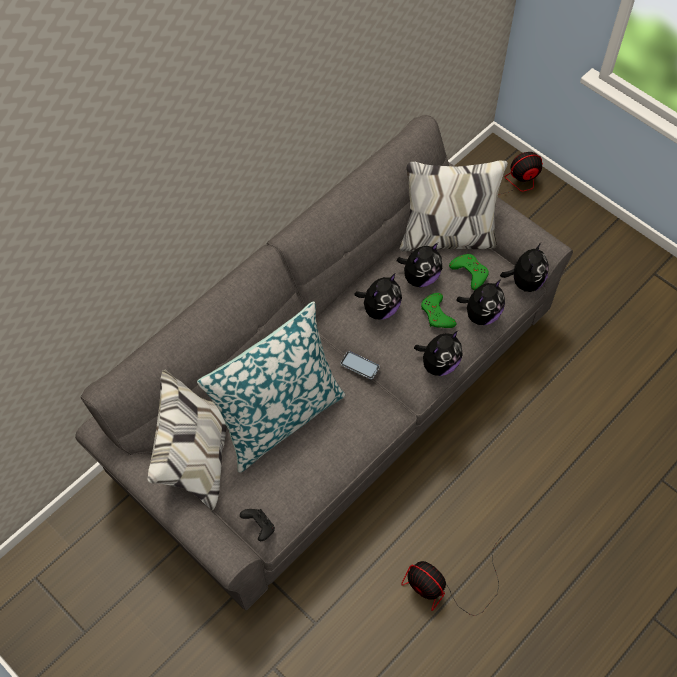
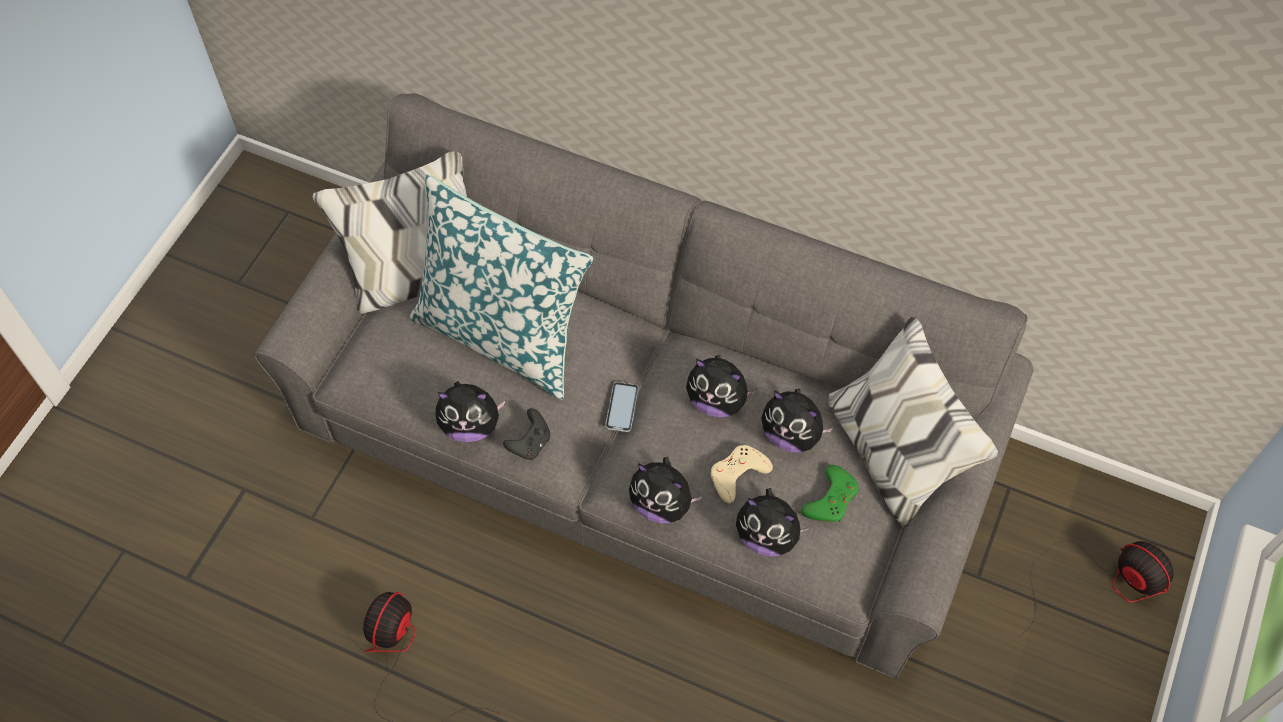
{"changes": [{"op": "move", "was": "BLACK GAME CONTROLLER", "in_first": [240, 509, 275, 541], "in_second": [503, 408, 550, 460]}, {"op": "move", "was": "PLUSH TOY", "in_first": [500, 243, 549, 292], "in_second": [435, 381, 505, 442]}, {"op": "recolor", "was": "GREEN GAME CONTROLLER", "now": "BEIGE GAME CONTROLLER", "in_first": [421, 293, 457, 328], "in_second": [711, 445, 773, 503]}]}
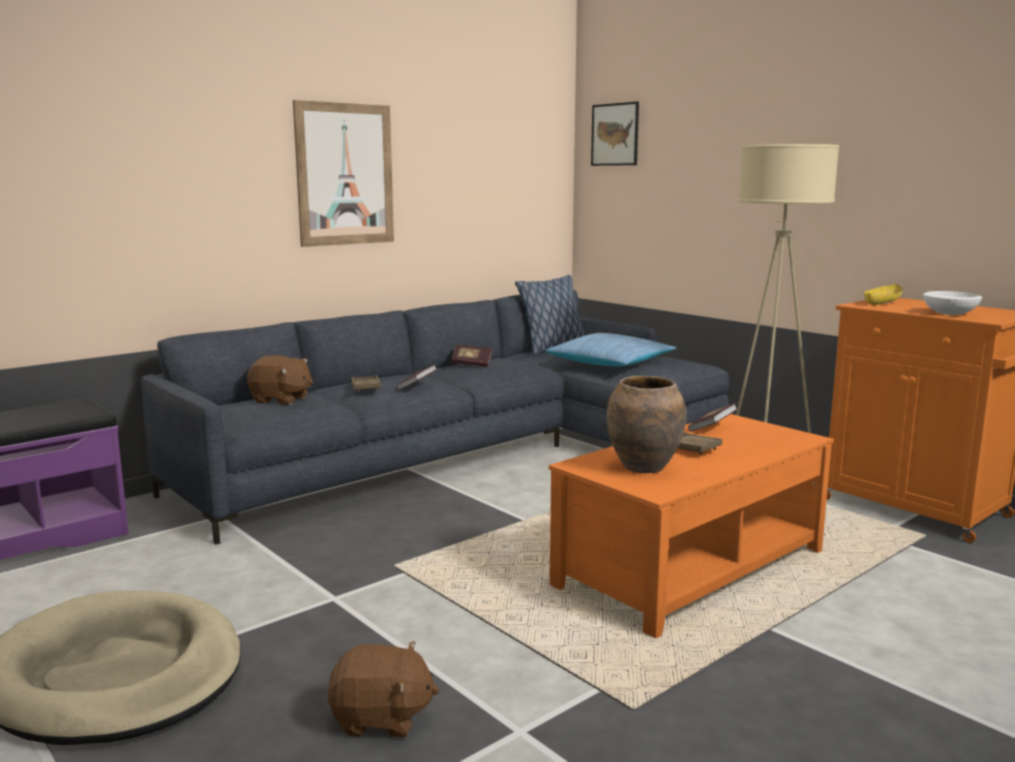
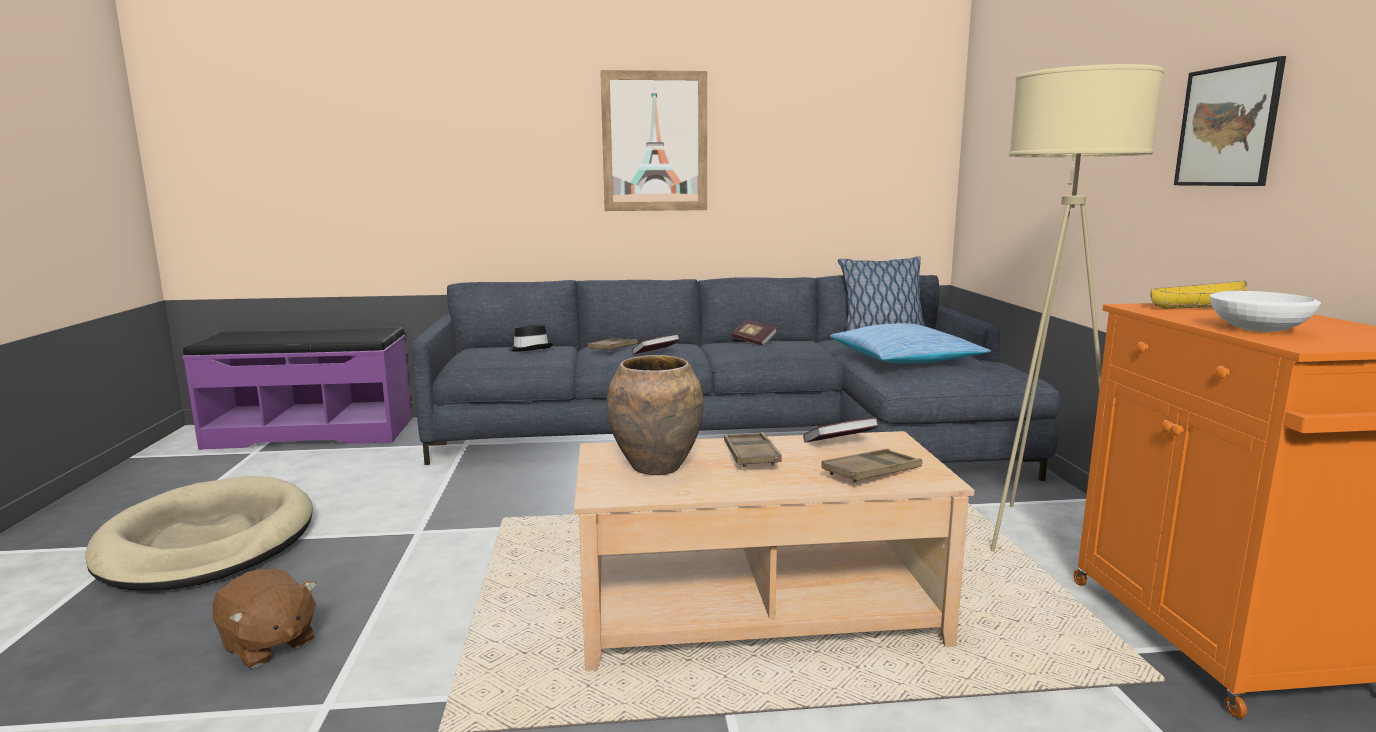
{"changes": [{"op": "insert", "now": "BROWN TRAY", "in_second": [821, 449, 922, 484]}, {"op": "move", "was": "PICTURE", "in_first": [591, 102, 639, 166], "in_second": [1174, 56, 1286, 186]}, {"op": "replace", "was": "BROWN PLUSH TOY", "now": "BLACK HAT", "in_first": [247, 355, 313, 405], "in_second": [507, 325, 553, 352]}, {"op": "recolor", "was": "ORANGE COFFEE TABLE", "now": "BEIGE COFFEE TABLE", "in_first": [549, 414, 834, 639], "in_second": [574, 431, 974, 671]}]}
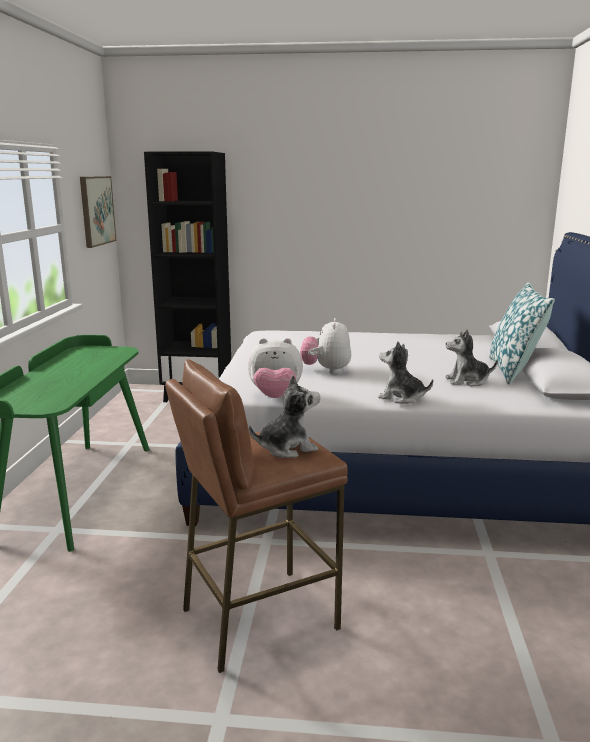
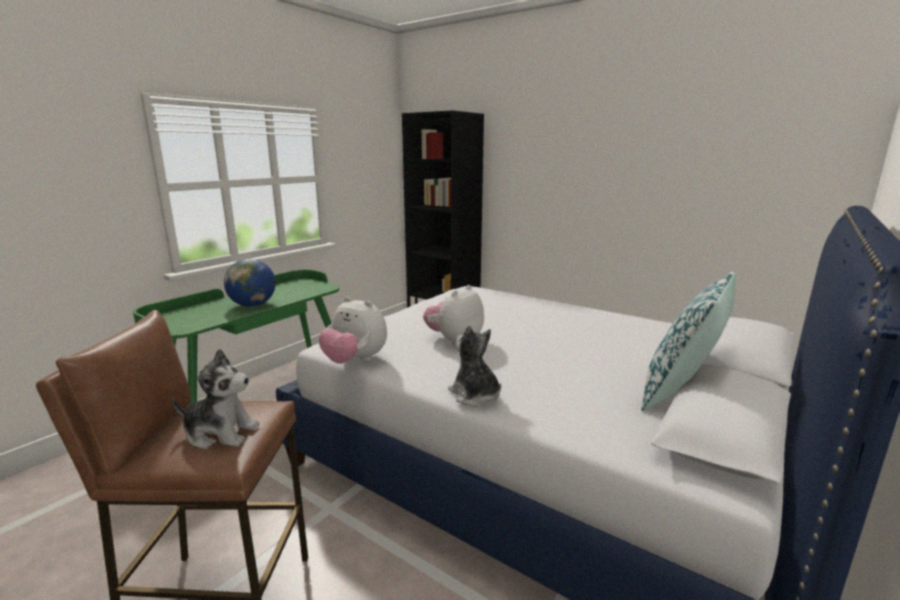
{"changes": [{"op": "delete", "was": "PICTURE", "in_first": [80, 176, 116, 248]}, {"op": "delete", "was": "PLUSH TOY", "in_first": [445, 329, 497, 387]}, {"op": "insert", "now": "GLOBE", "in_second": [224, 259, 276, 307]}]}
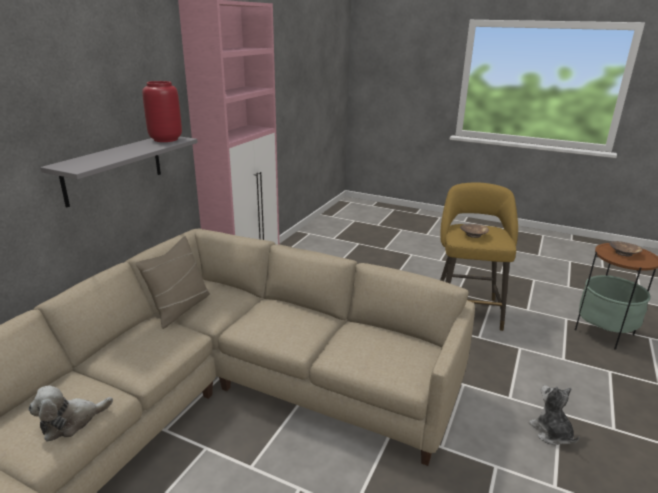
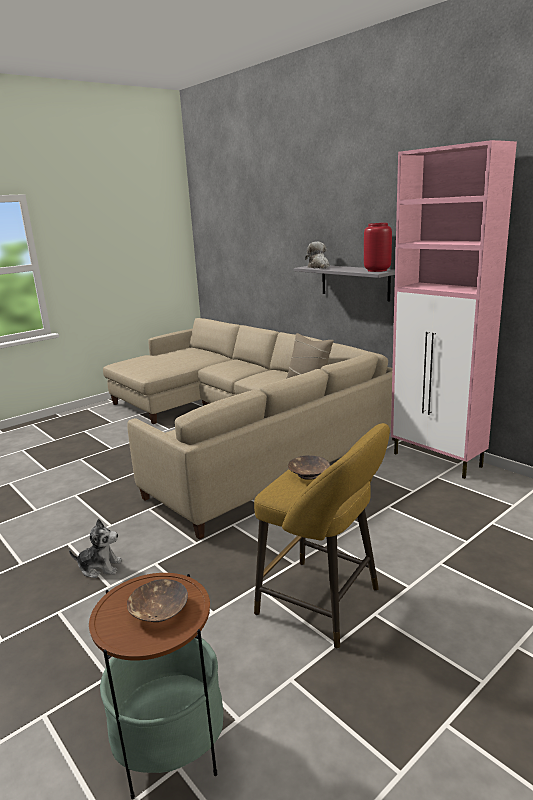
{"changes": [{"op": "move", "was": "PLUSH TOY", "in_first": [28, 385, 113, 441], "in_second": [305, 242, 330, 269]}]}
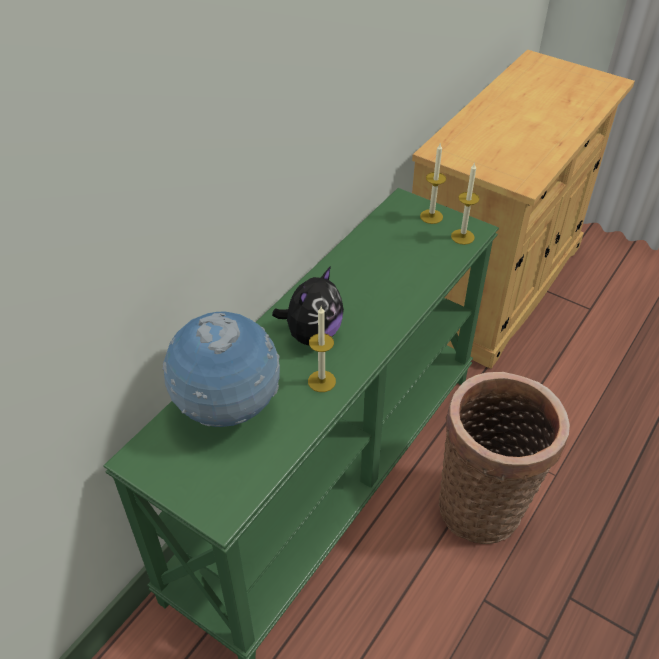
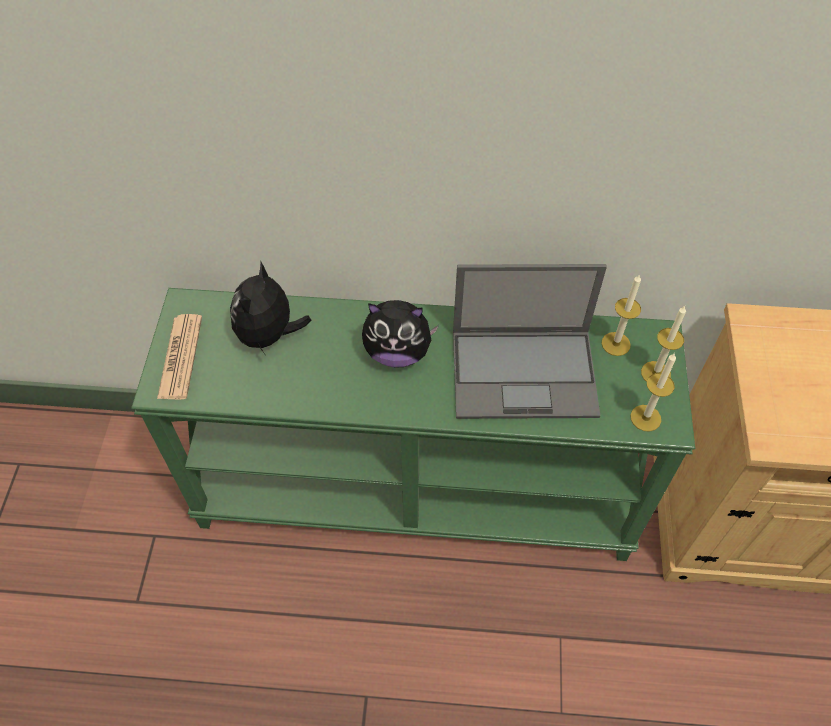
{"changes": [{"op": "delete", "was": "BASKET", "in_first": [439, 372, 570, 544]}, {"op": "insert", "now": "NEWSPAPER", "in_second": [157, 314, 202, 400]}, {"op": "insert", "now": "LAPTOP", "in_second": [453, 264, 607, 419]}, {"op": "move", "was": "CANDLE", "in_first": [308, 307, 336, 392], "in_second": [601, 274, 641, 356]}, {"op": "replace", "was": "GLOBE", "now": "PLUSH TOY", "in_first": [162, 312, 280, 427], "in_second": [230, 262, 312, 356]}]}
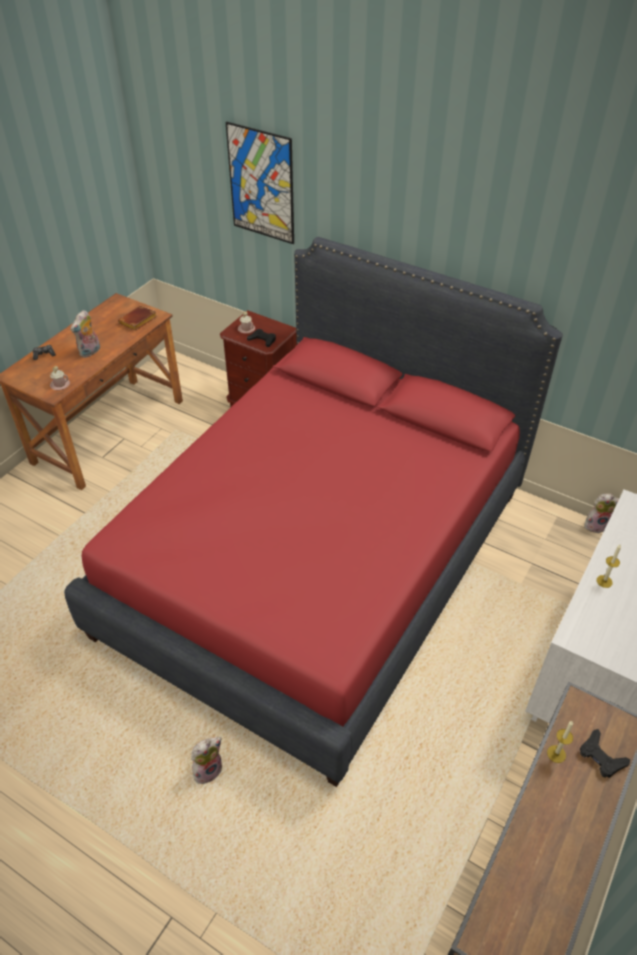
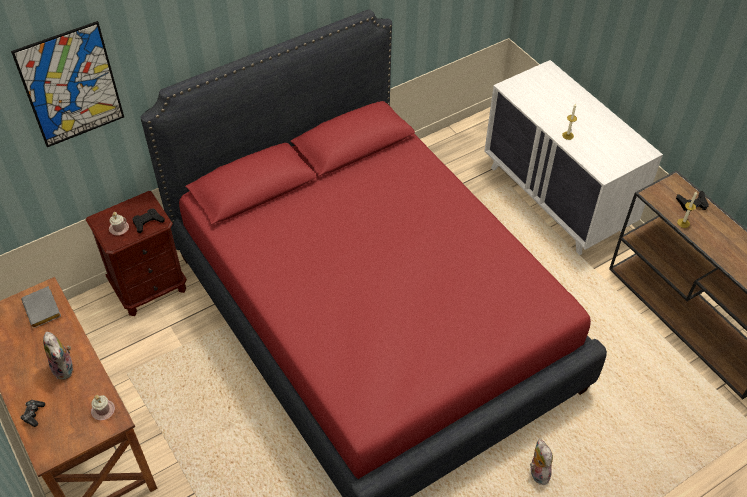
{"changes": [{"op": "delete", "was": "PLUSH TOY", "in_first": [584, 494, 619, 533]}, {"op": "recolor", "was": "BROWN BOOK", "now": "GREY BOOK", "in_first": [118, 306, 157, 331], "in_second": [21, 286, 61, 328]}]}
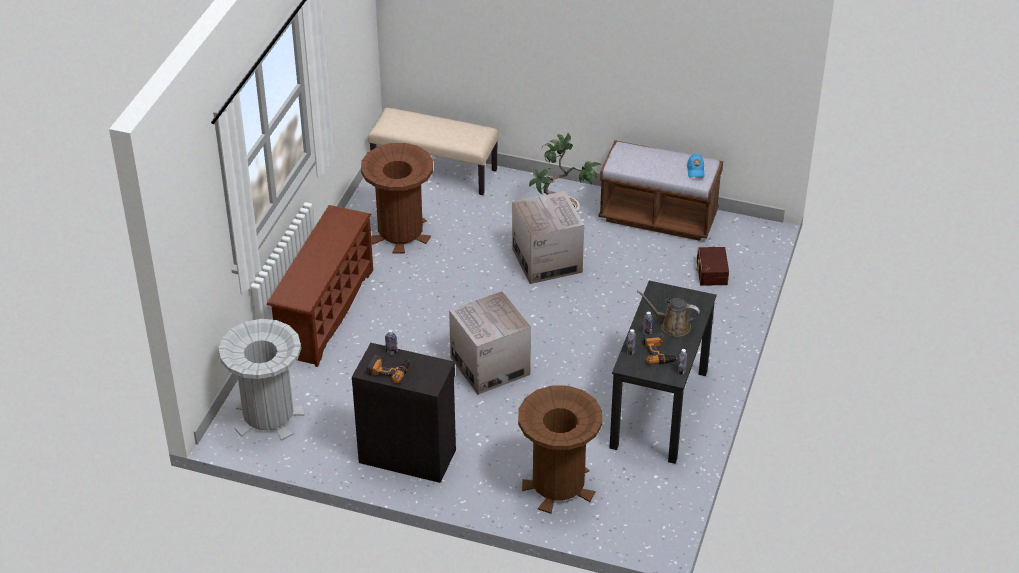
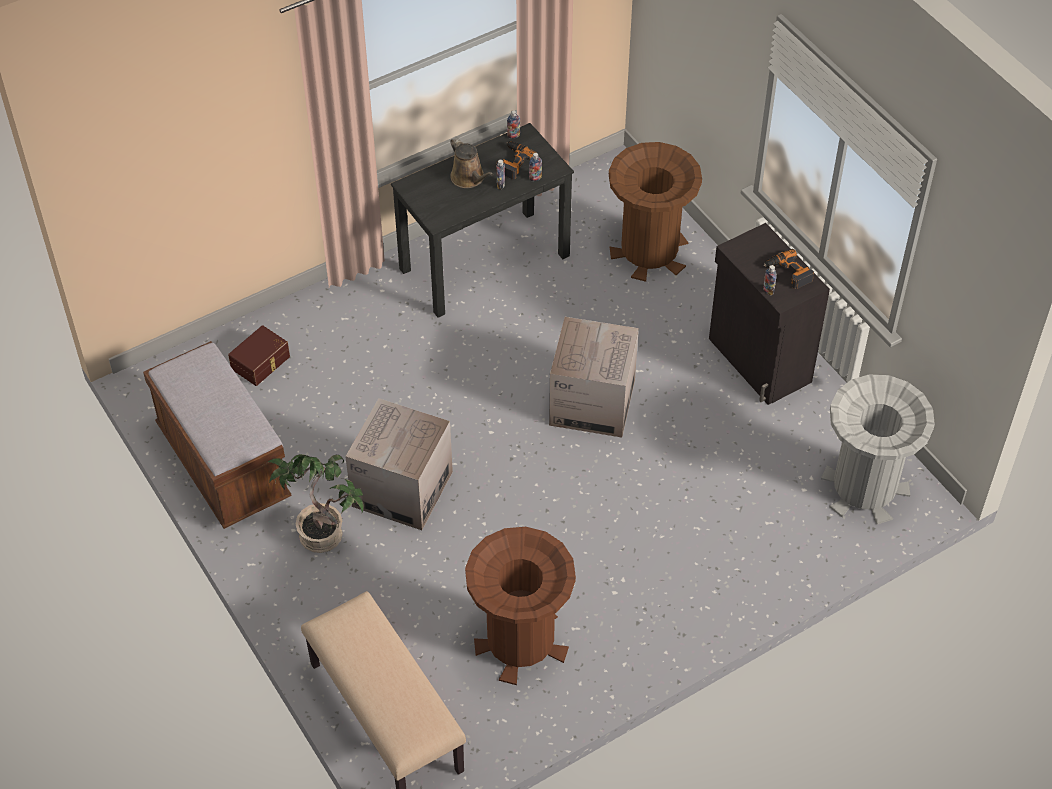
{"changes": [{"op": "delete", "was": "BROWN SHOE RACK", "in_first": [267, 205, 373, 367]}, {"op": "delete", "was": "BLUE CAP", "in_first": [687, 154, 704, 178]}]}
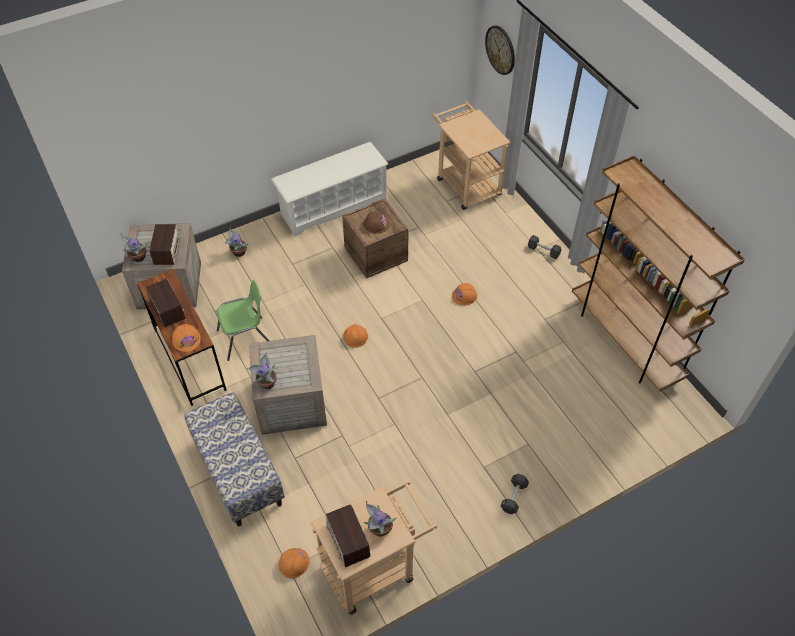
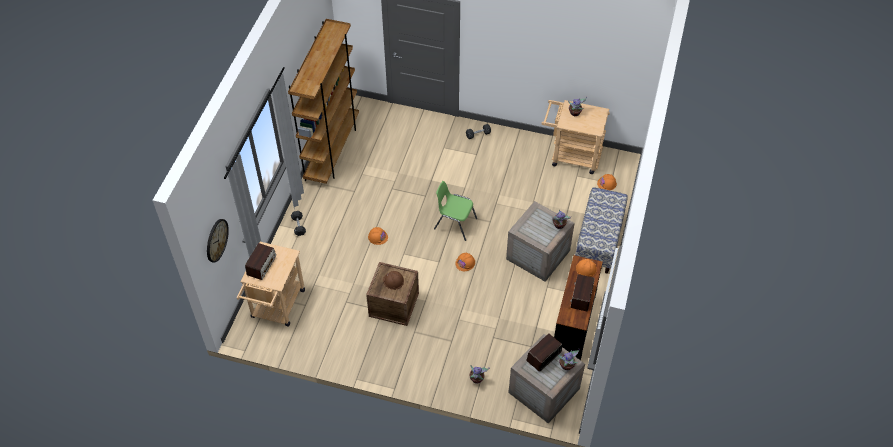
{"changes": [{"op": "delete", "was": "WHITE SHOE RACK", "in_first": [271, 142, 388, 237]}, {"op": "move", "was": "GREEN CHAIR", "in_first": [216, 280, 269, 361], "in_second": [434, 181, 477, 241]}, {"op": "move", "was": "RADIO", "in_first": [326, 504, 370, 567], "in_second": [245, 243, 276, 280]}]}
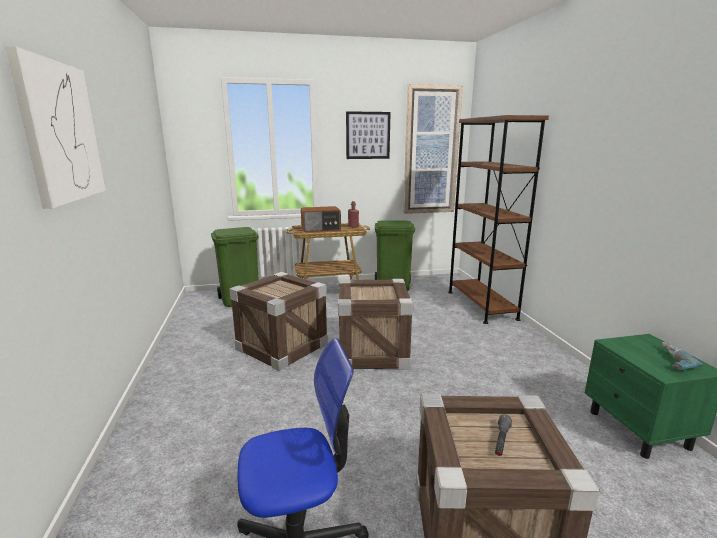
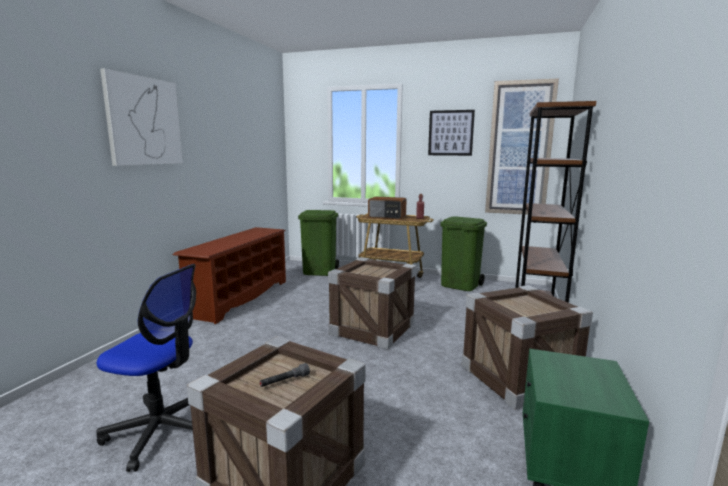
{"changes": [{"op": "delete", "was": "POWER DRILL", "in_first": [662, 342, 702, 370]}, {"op": "insert", "now": "BROWN SHOE RACK", "in_second": [173, 227, 286, 324]}, {"op": "move", "was": "CRATE", "in_first": [229, 272, 328, 371], "in_second": [462, 285, 593, 410]}]}
